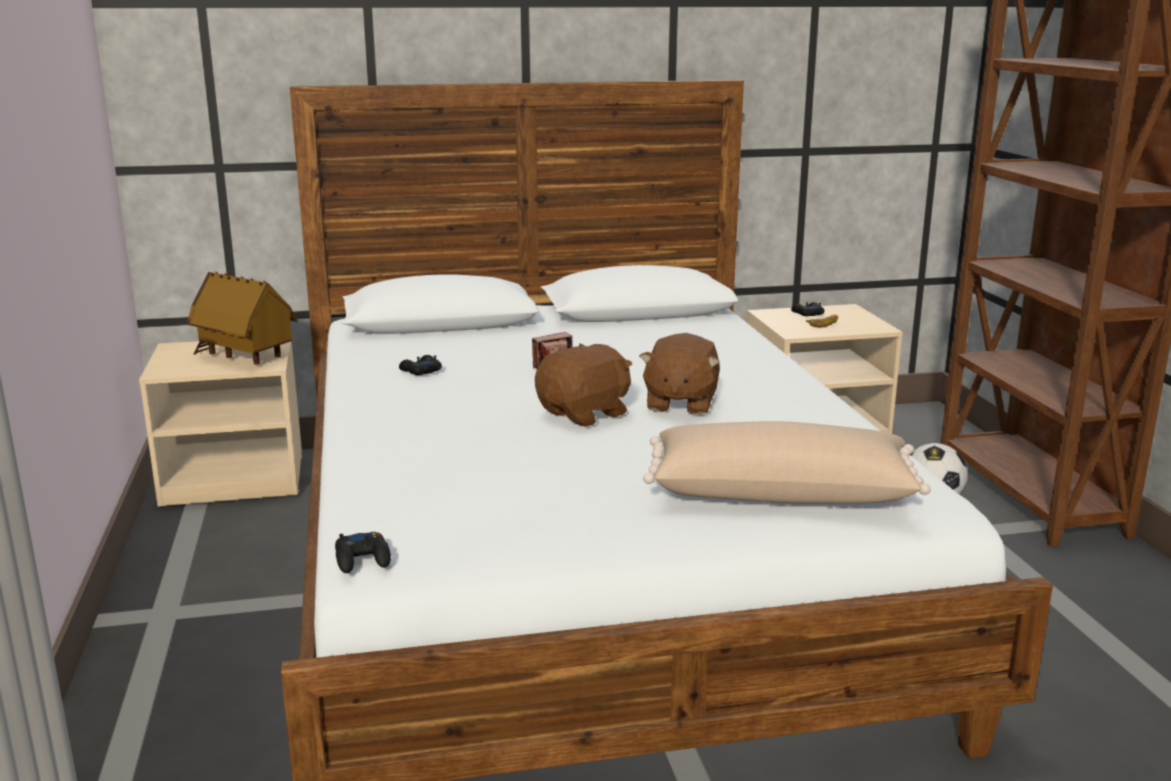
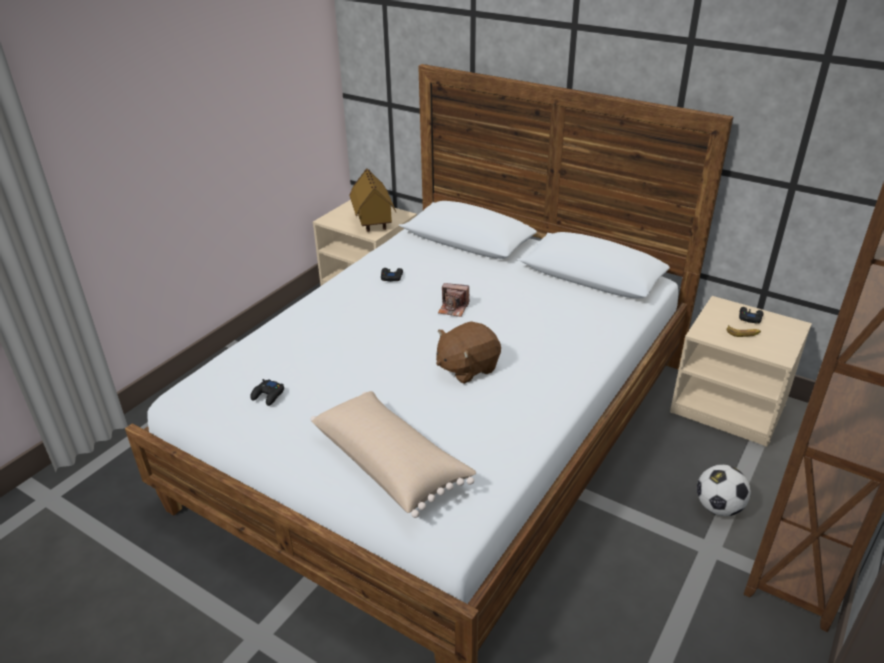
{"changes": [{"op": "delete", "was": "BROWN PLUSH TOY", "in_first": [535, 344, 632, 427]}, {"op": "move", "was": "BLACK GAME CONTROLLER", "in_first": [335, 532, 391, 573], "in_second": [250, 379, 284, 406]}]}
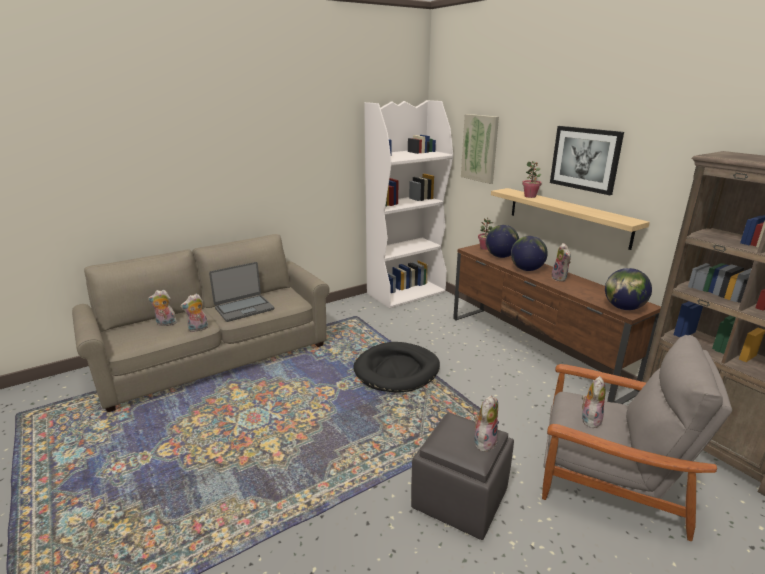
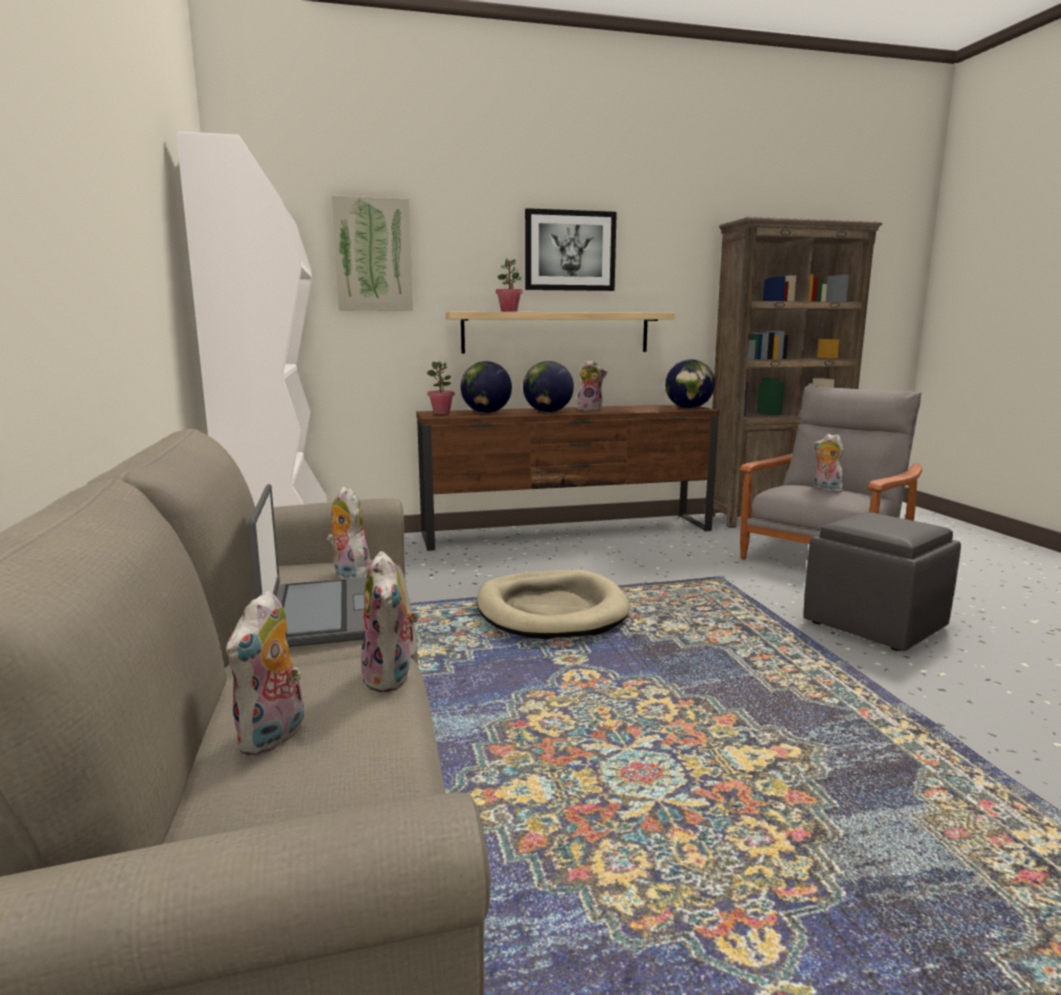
{"changes": [{"op": "move", "was": "PLUSH TOY", "in_first": [474, 395, 498, 452], "in_second": [327, 487, 371, 579]}, {"op": "recolor", "was": "BLACK DOG BED", "now": "BEIGE DOG BED", "in_first": [353, 342, 440, 393], "in_second": [477, 570, 630, 639]}]}
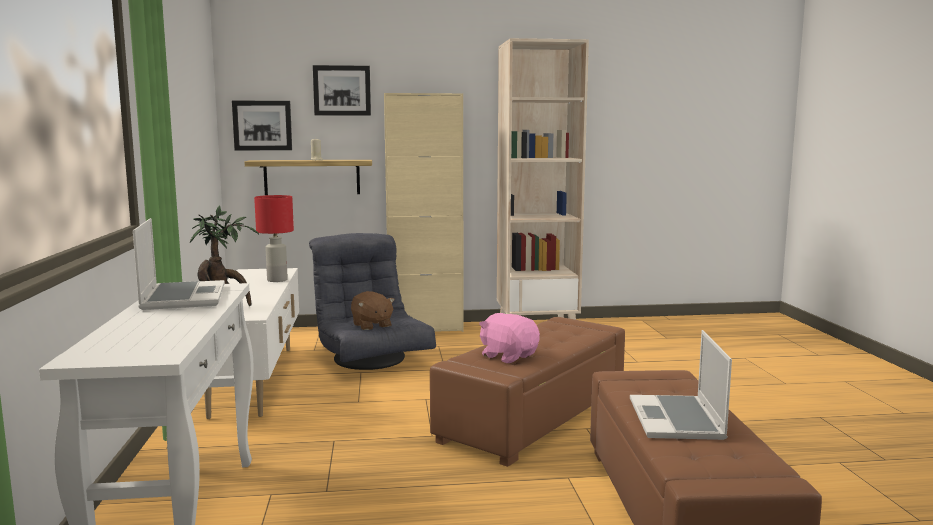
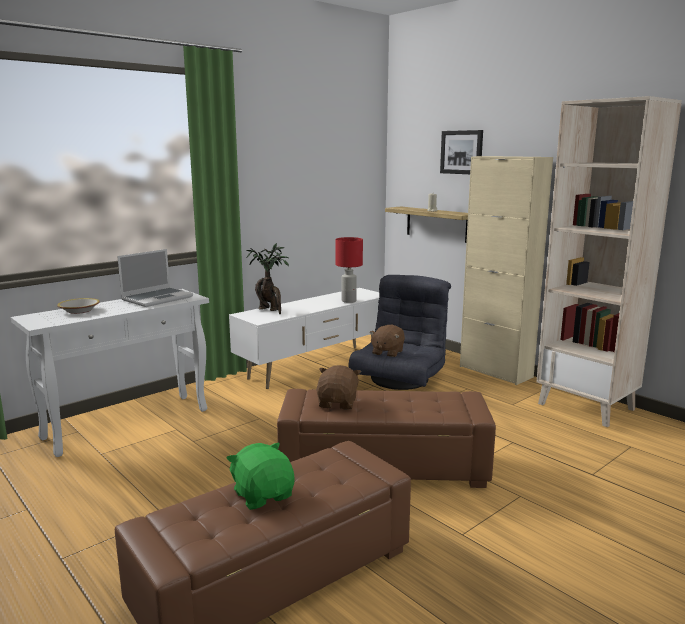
{"changes": [{"op": "delete", "was": "PICTURE", "in_first": [232, 101, 292, 150]}, {"op": "insert", "now": "BOWL", "in_second": [57, 298, 100, 314]}, {"op": "replace", "was": "LAPTOP", "now": "GREEN PLUSH TOY", "in_first": [630, 330, 732, 440], "in_second": [226, 442, 295, 510]}, {"op": "recolor", "was": "PINK PLUSH TOY", "now": "BROWN PLUSH TOY", "in_first": [479, 313, 540, 363], "in_second": [316, 365, 361, 410]}]}
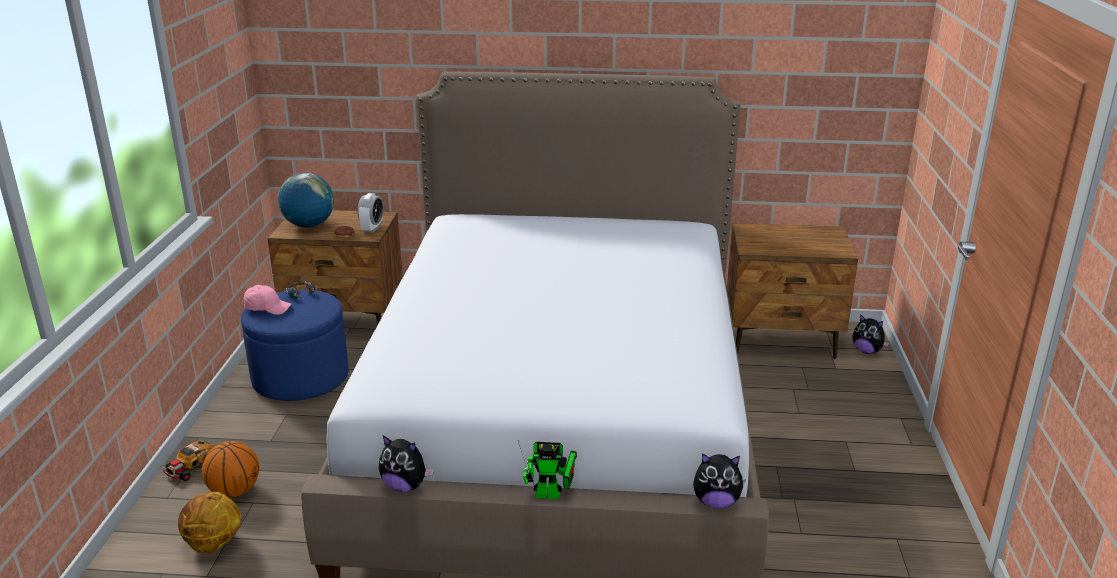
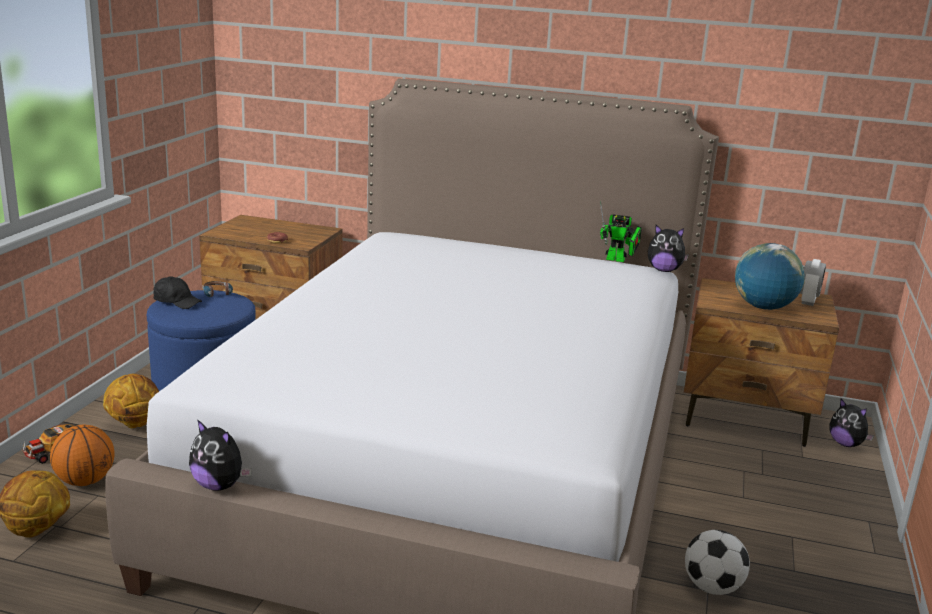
{"changes": [{"op": "insert", "now": "BASKETBALL", "in_second": [103, 374, 159, 428]}, {"op": "insert", "now": "FOOTBALL", "in_second": [685, 530, 750, 595]}, {"op": "move", "was": "GLOBE", "in_first": [278, 173, 334, 227], "in_second": [735, 243, 805, 310]}, {"op": "move", "was": "ALARM CLOCK", "in_first": [358, 193, 383, 233], "in_second": [800, 259, 826, 306]}, {"op": "move", "was": "TOY ROBOT", "in_first": [518, 440, 577, 499], "in_second": [600, 201, 642, 262]}, {"op": "move", "was": "PLUSH TOY", "in_first": [693, 453, 746, 508], "in_second": [648, 225, 689, 272]}, {"op": "recolor", "was": "PINK CAP", "now": "BLACK CAP", "in_first": [244, 285, 292, 315], "in_second": [153, 276, 202, 309]}]}
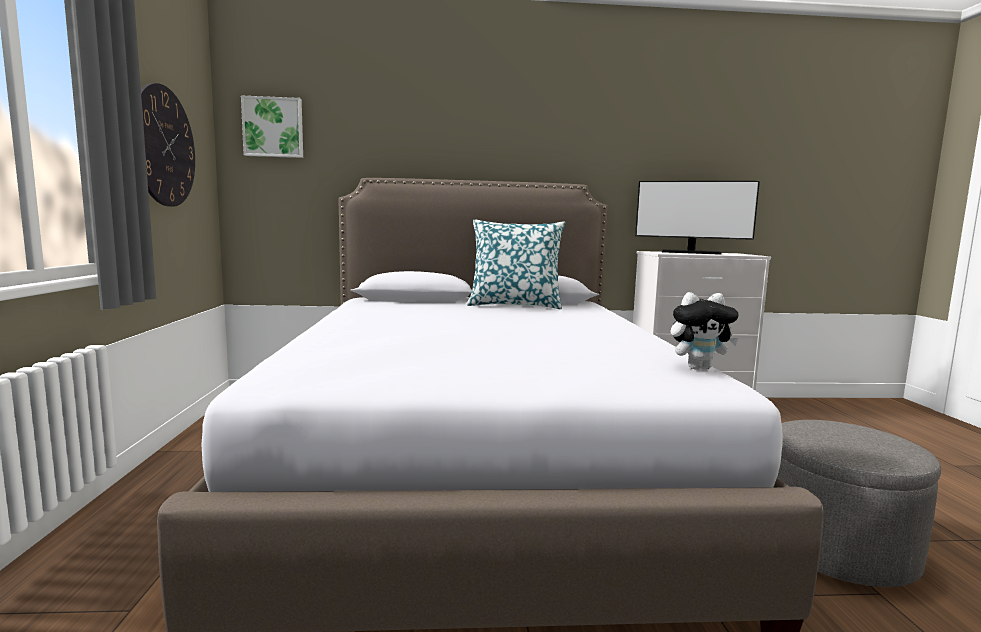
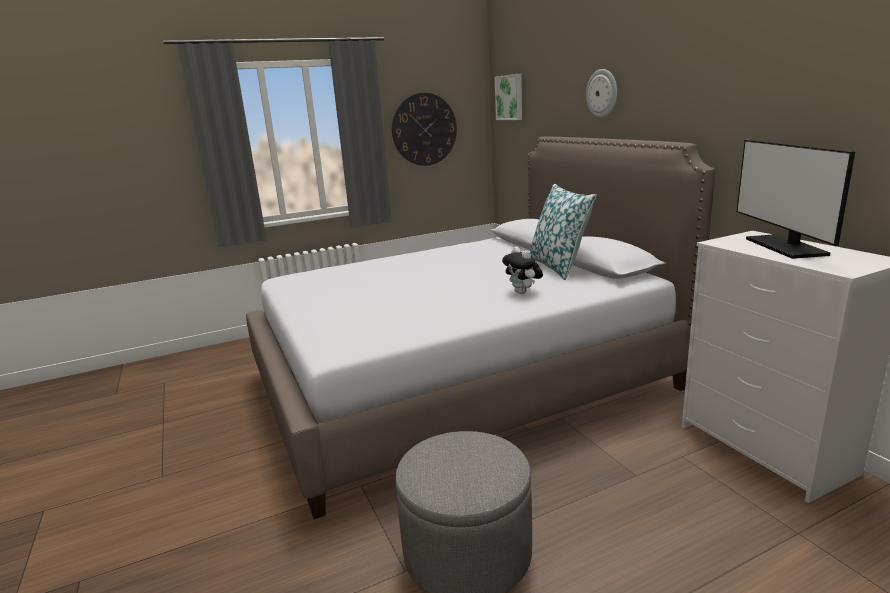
{"changes": [{"op": "insert", "now": "WALL CLOCK", "in_second": [586, 69, 617, 118]}, {"op": "move", "was": "PLUSH TOY", "in_first": [670, 292, 739, 370], "in_second": [502, 246, 543, 294]}]}
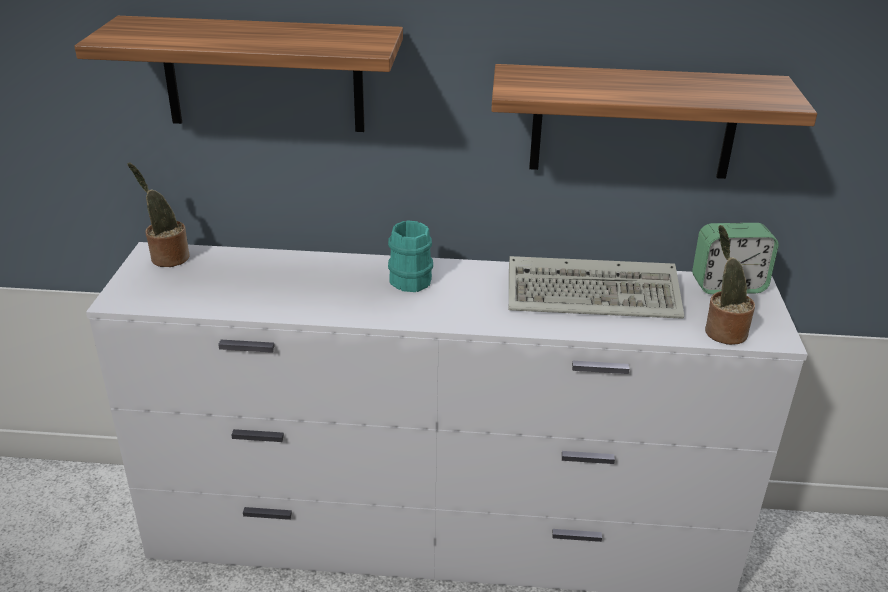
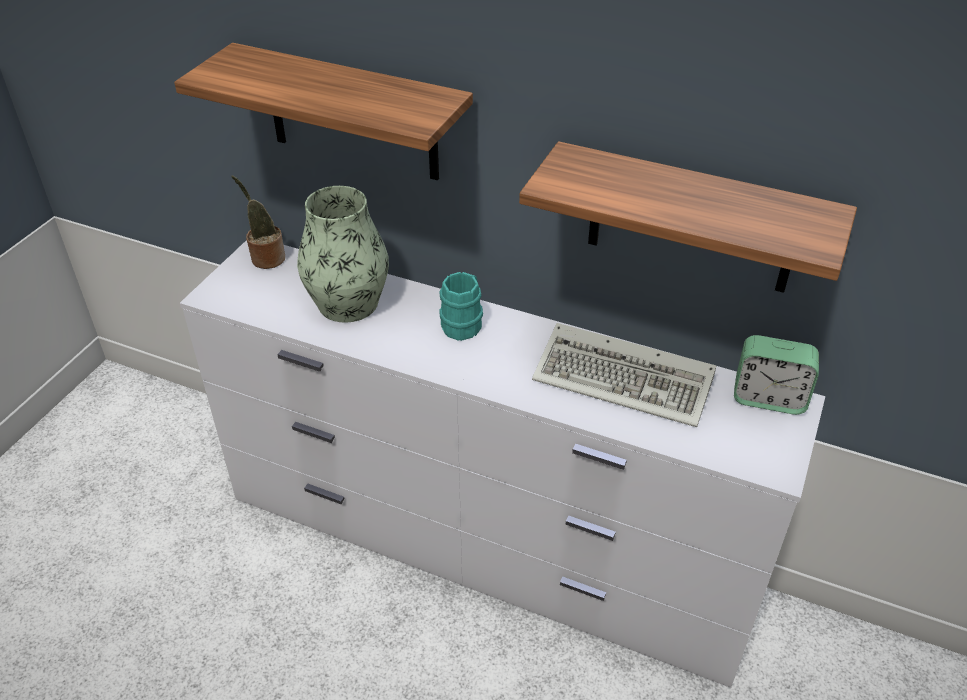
{"changes": [{"op": "delete", "was": "POTTED PLANT", "in_first": [705, 225, 755, 345]}, {"op": "insert", "now": "VASE", "in_second": [297, 186, 389, 323]}]}
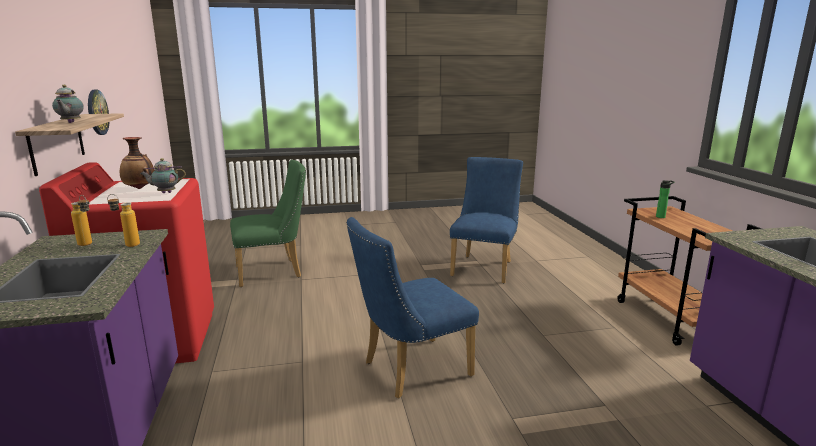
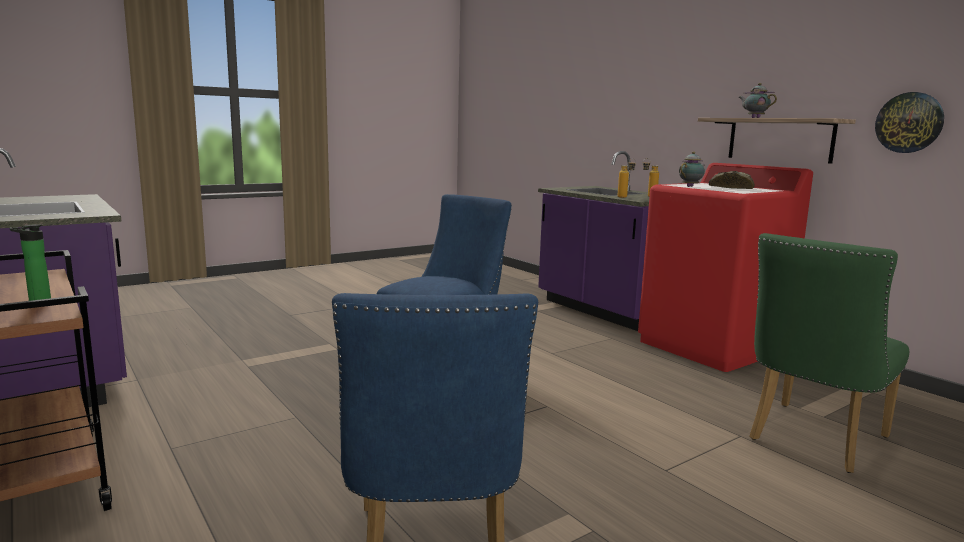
{"changes": [{"op": "replace", "was": "VASE", "now": "BREAD", "in_first": [120, 137, 155, 189], "in_second": [709, 171, 755, 189]}]}
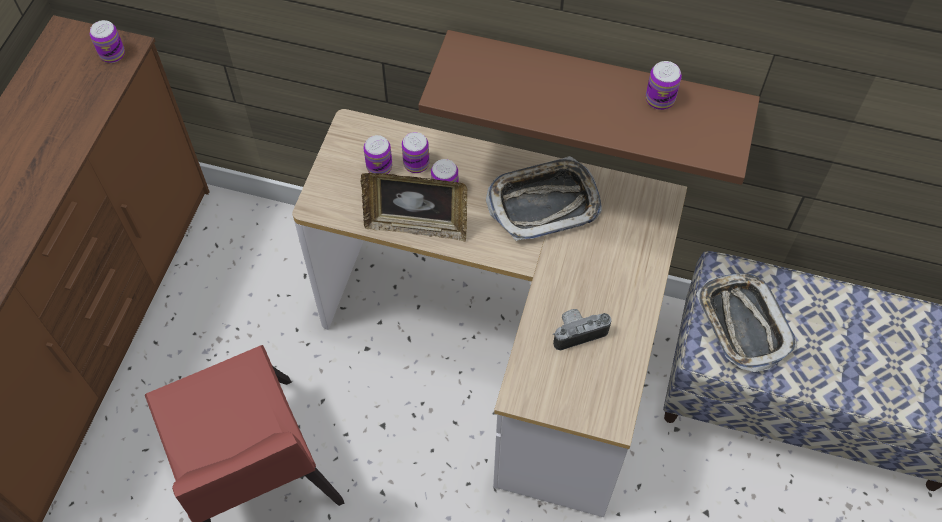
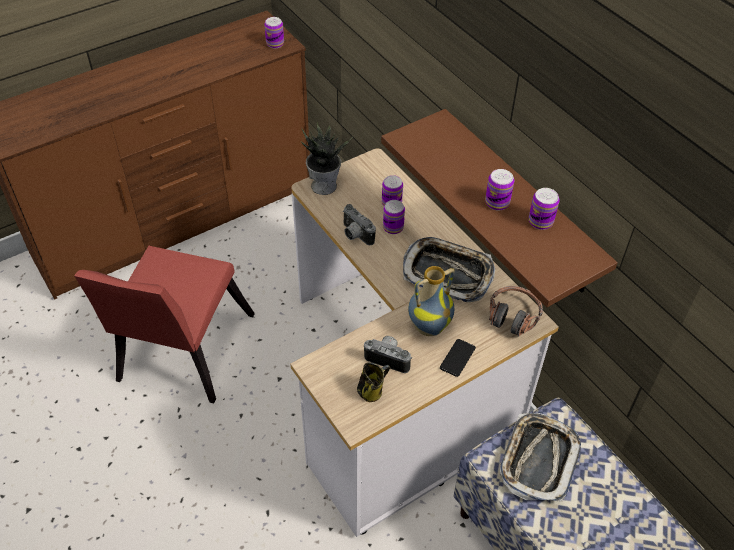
{"changes": [{"op": "insert", "now": "POTTED PLANT", "in_second": [301, 122, 352, 195]}, {"op": "insert", "now": "MUG", "in_second": [357, 362, 391, 402]}, {"op": "insert", "now": "VASE", "in_second": [408, 266, 455, 336]}, {"op": "insert", "now": "PHONE", "in_second": [440, 339, 476, 377]}, {"op": "insert", "now": "HEADPHONES", "in_second": [489, 286, 543, 337]}, {"op": "move", "was": "CAN", "in_first": [363, 135, 392, 174], "in_second": [485, 169, 514, 210]}, {"op": "replace", "was": "PICTURE FRAME", "now": "PHOTO CAMERA", "in_first": [360, 173, 467, 242], "in_second": [343, 204, 376, 246]}]}
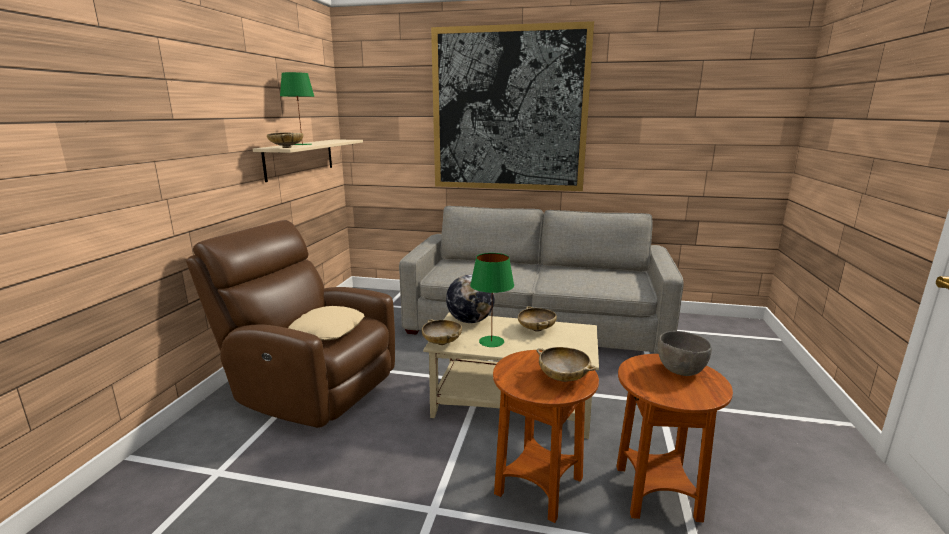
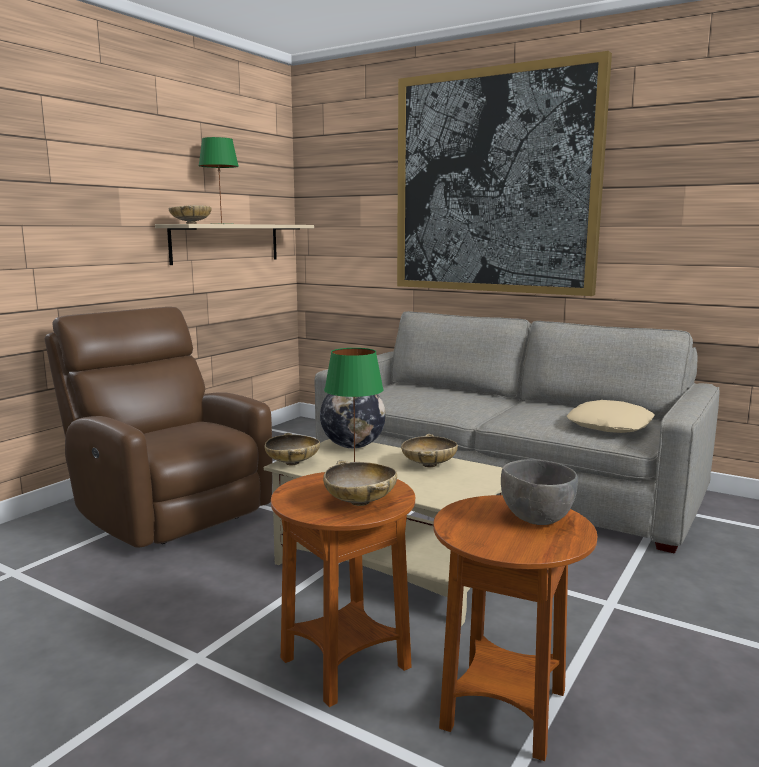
{"changes": [{"op": "move", "was": "BEIGE PILLOW", "in_first": [288, 306, 364, 340], "in_second": [567, 400, 654, 433]}]}
